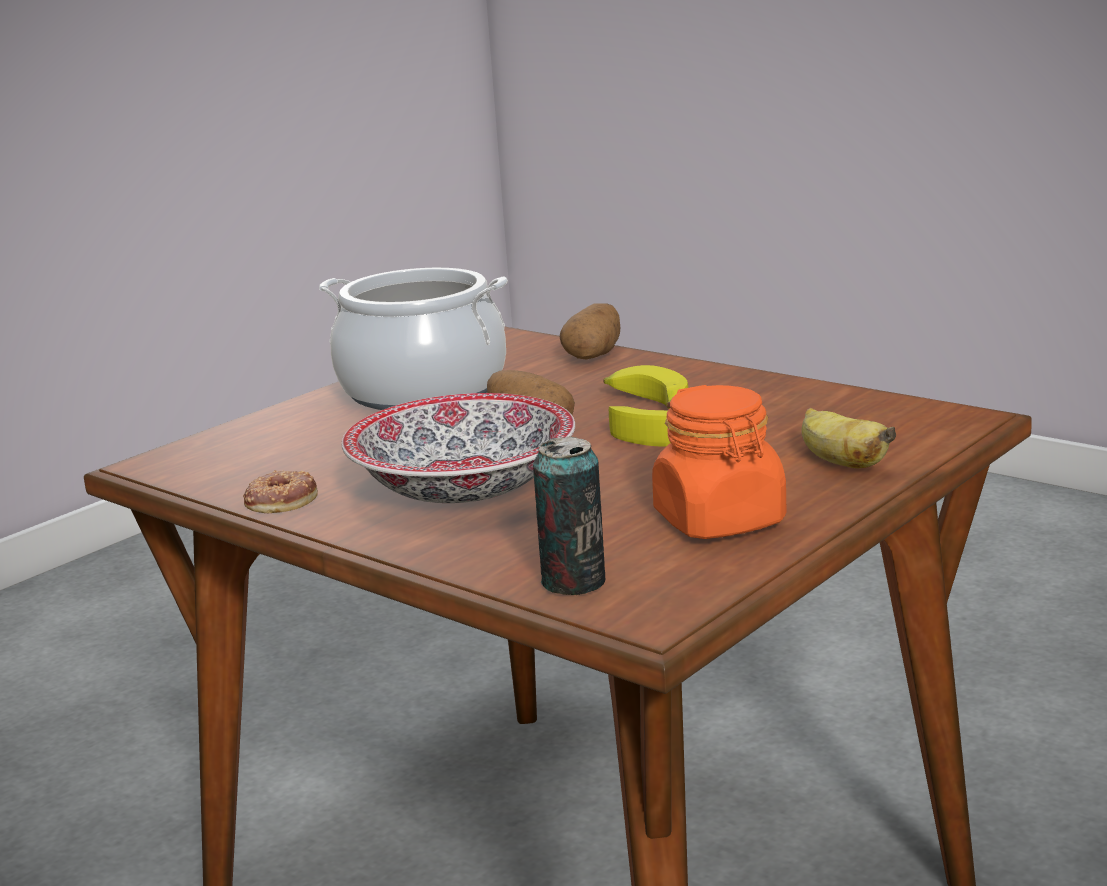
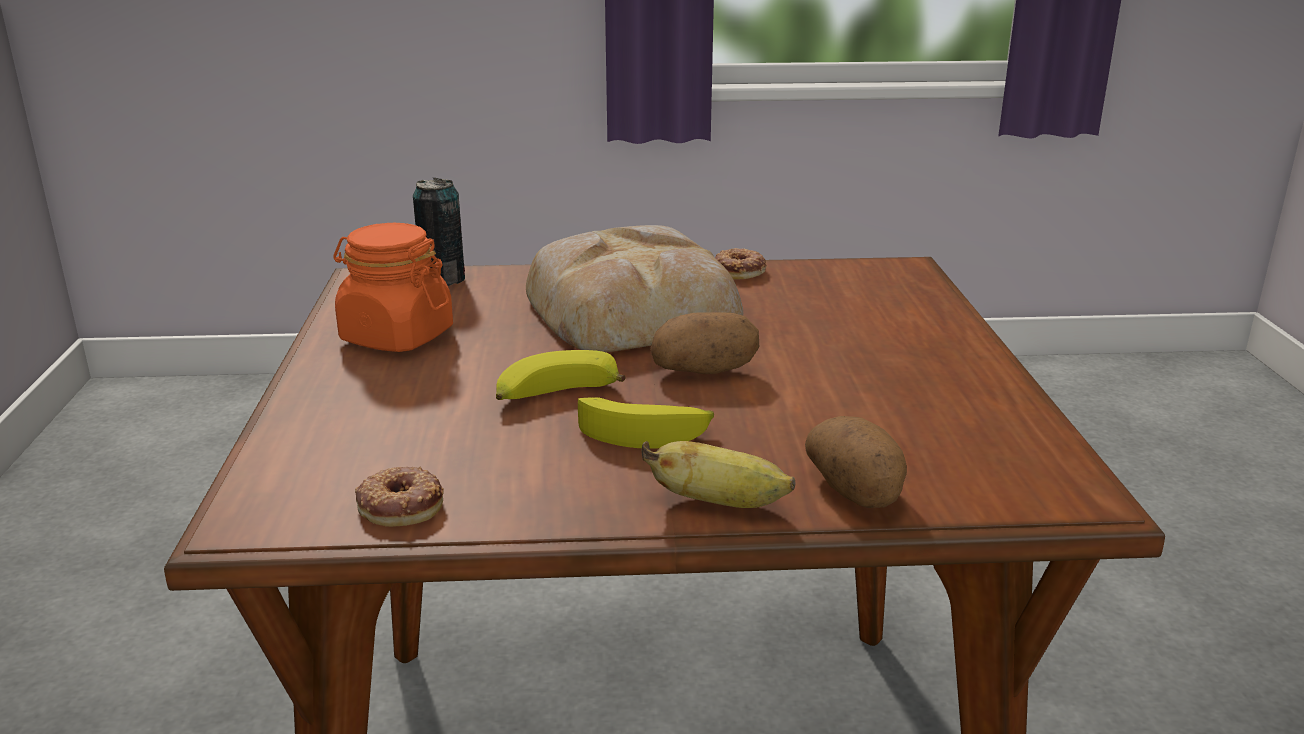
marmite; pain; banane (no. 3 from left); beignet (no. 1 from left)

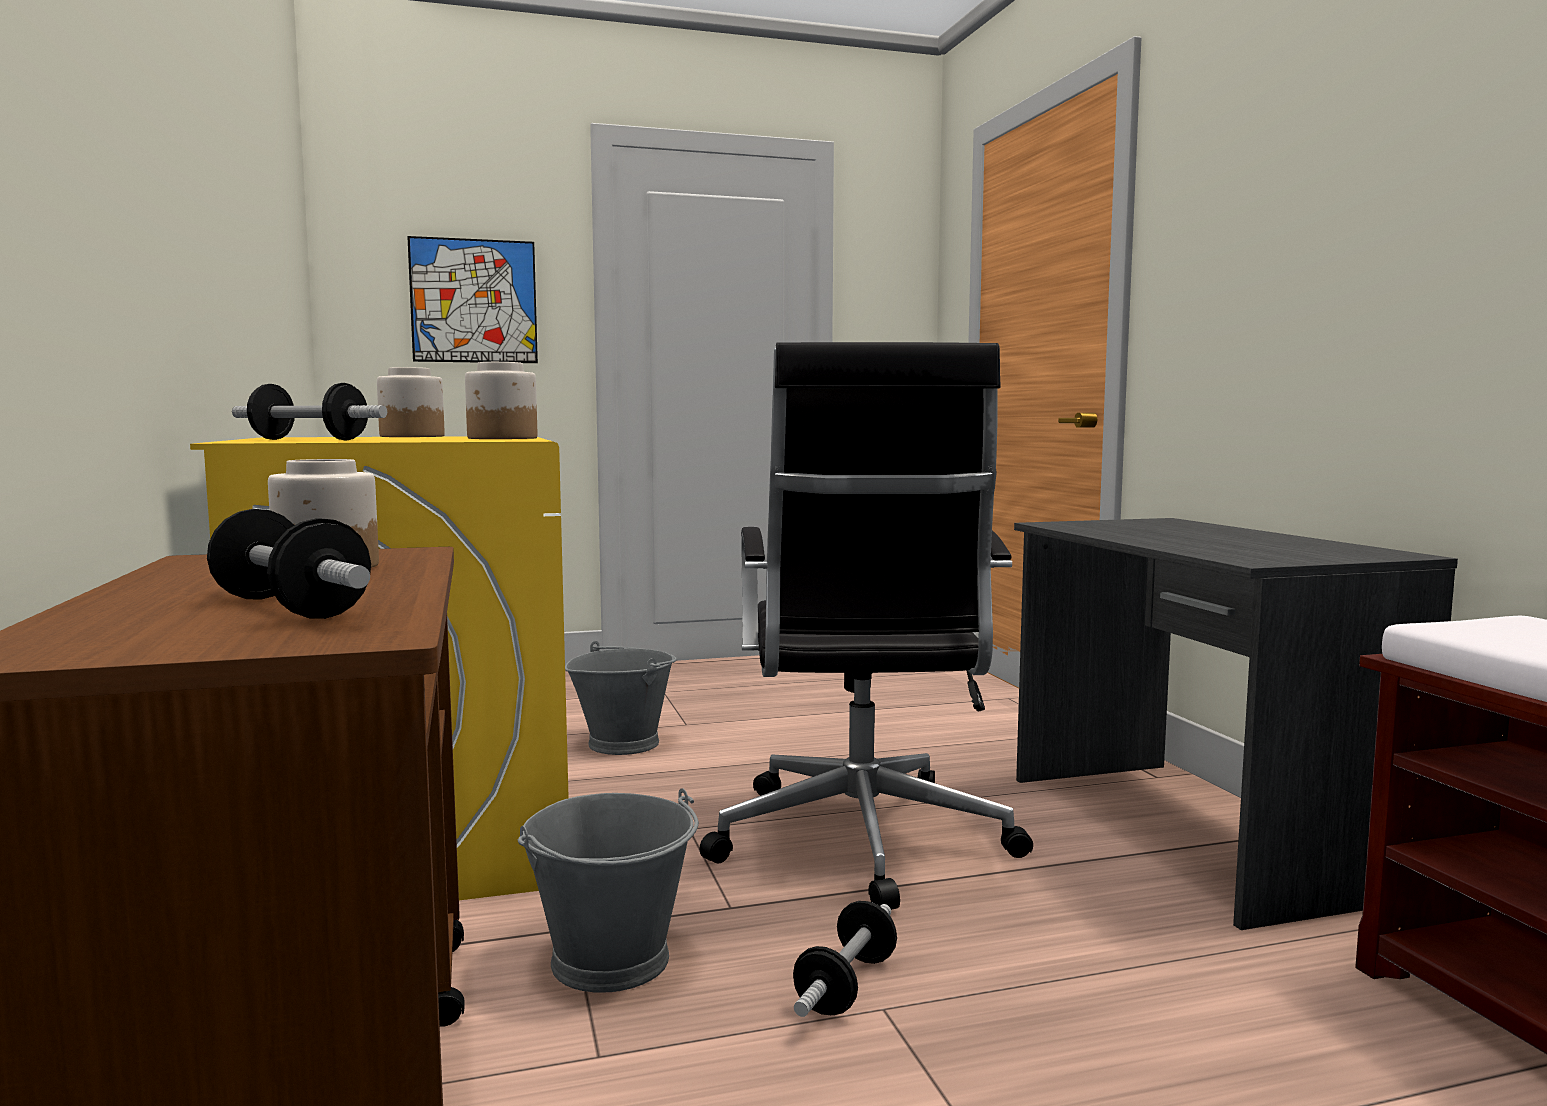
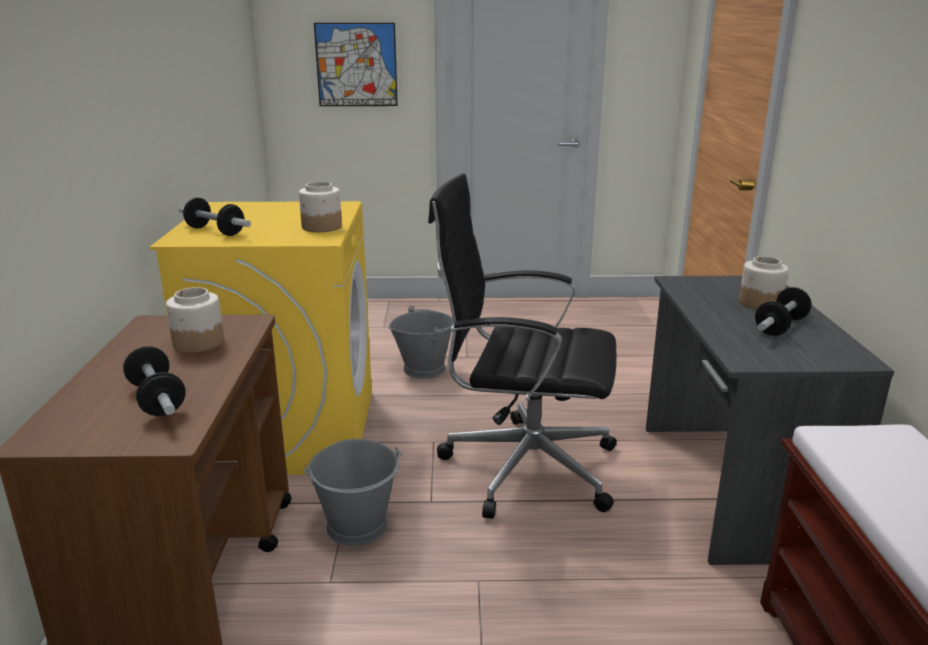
chaise de bureau (noir); bocal (no. 3 from left); haltère (no. 3 from left)

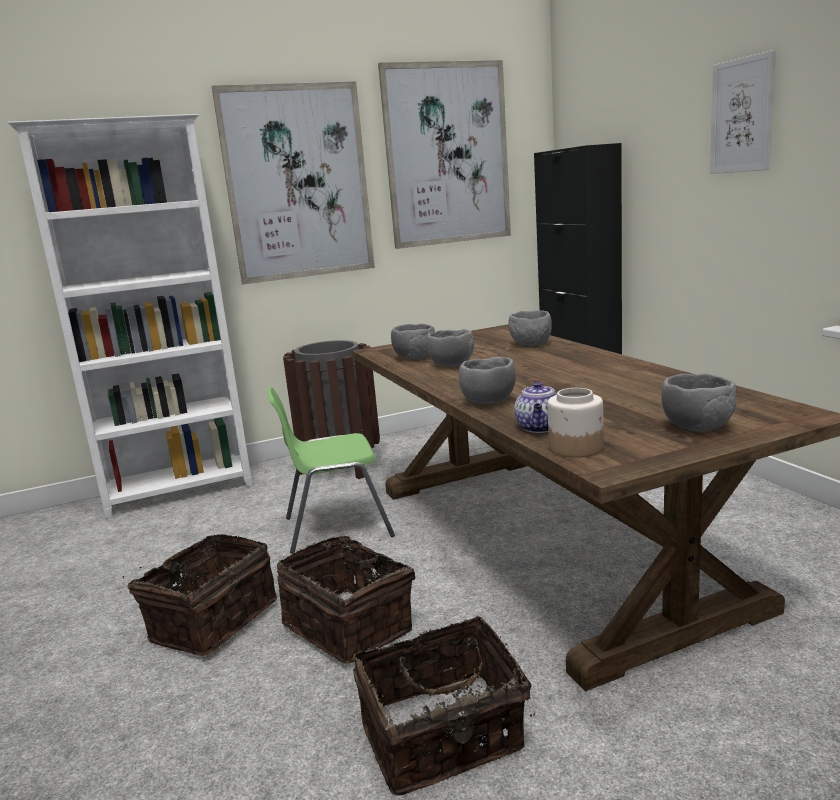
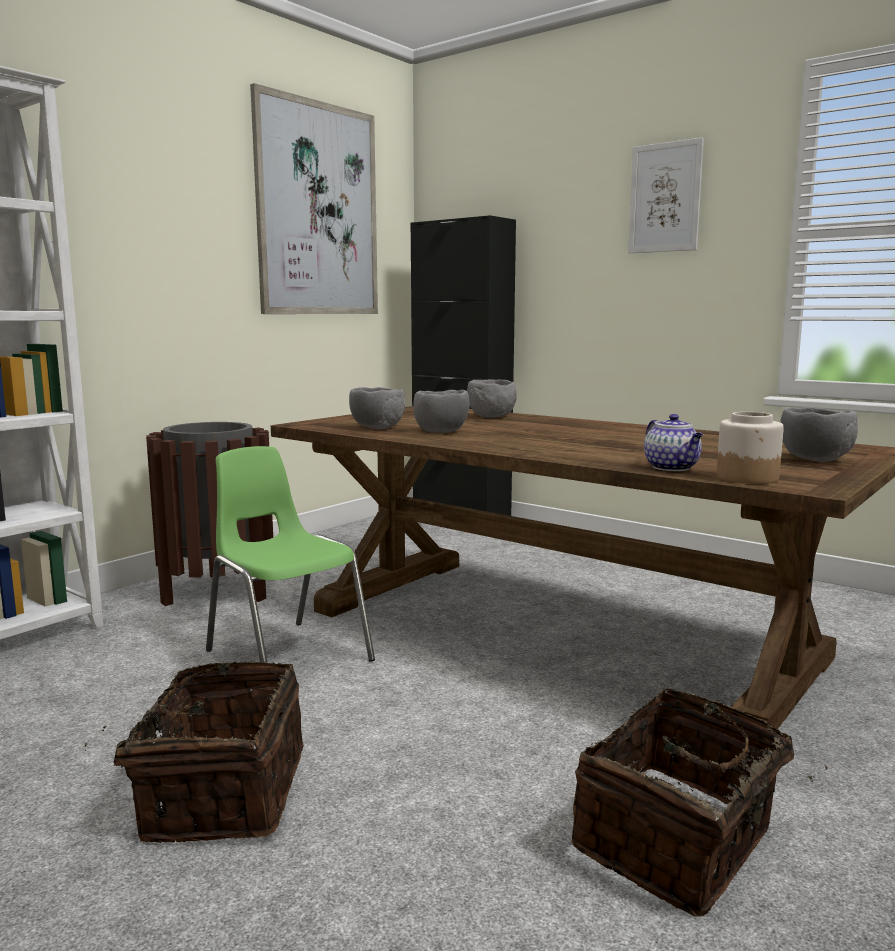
tableau (no. 1 from left in the first image); bol (gris) (no. 3 from left in the first image); chaise (vert); panier (no. 2 from left in the first image)

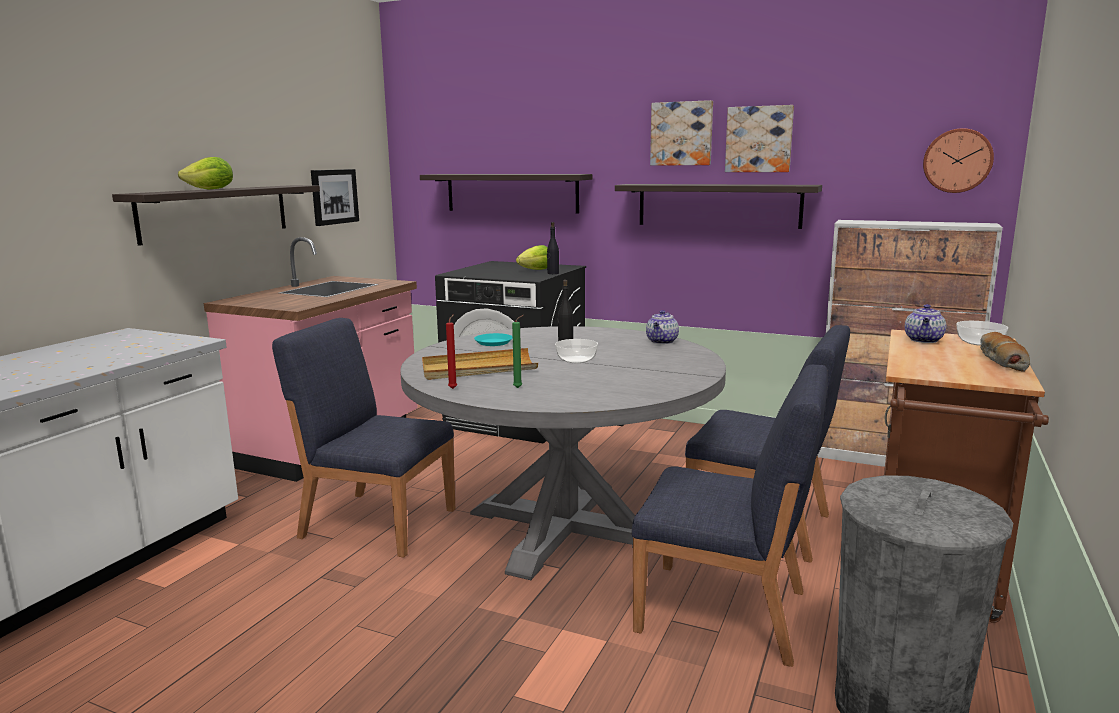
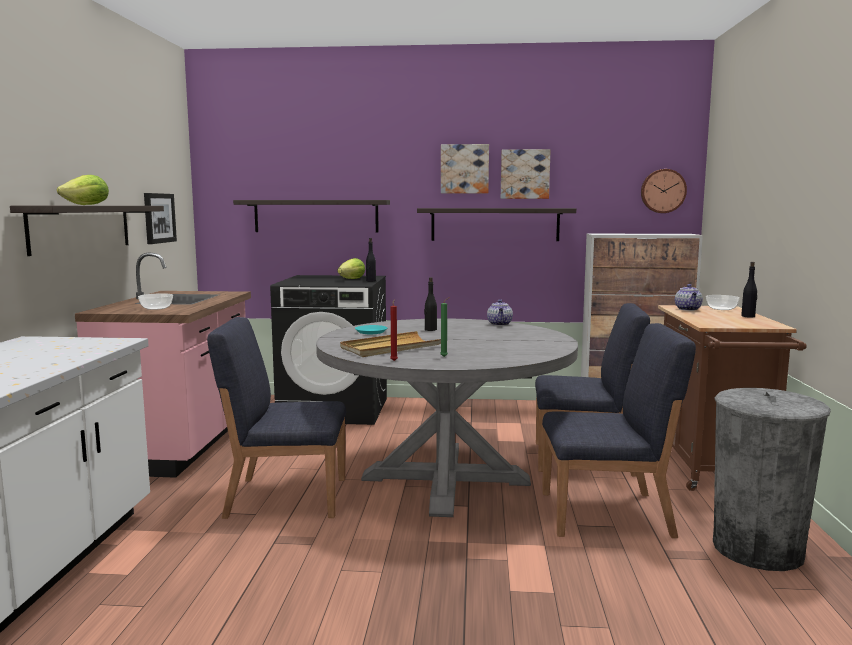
bouteille (noir) (no. 3 from left); bol (no. 1 from left)

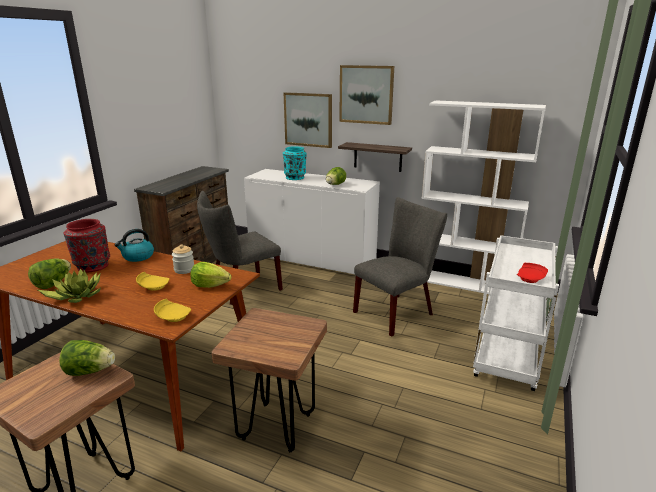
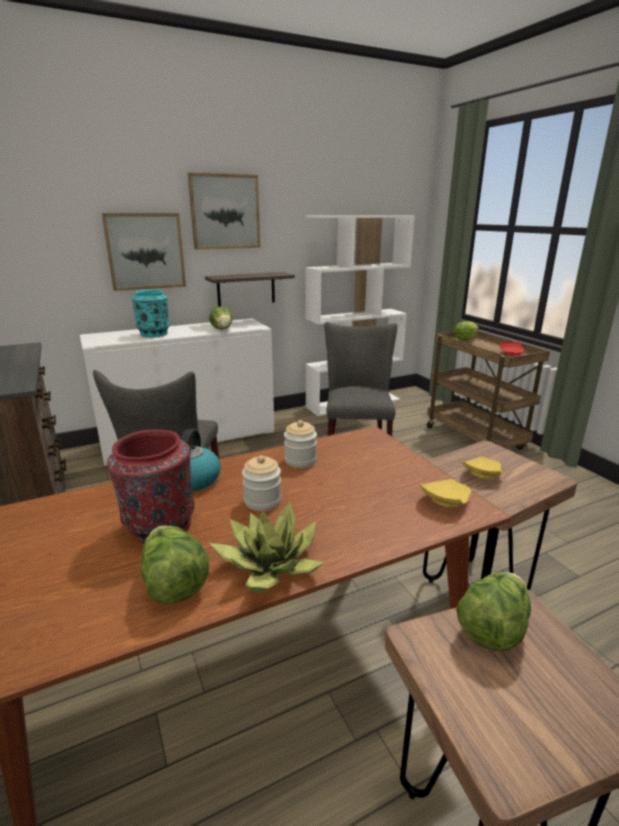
chariot (marron); laitue (no. 3 from left); assiette (jaune) (no. 2 from left); bocal (no. 1 from left)

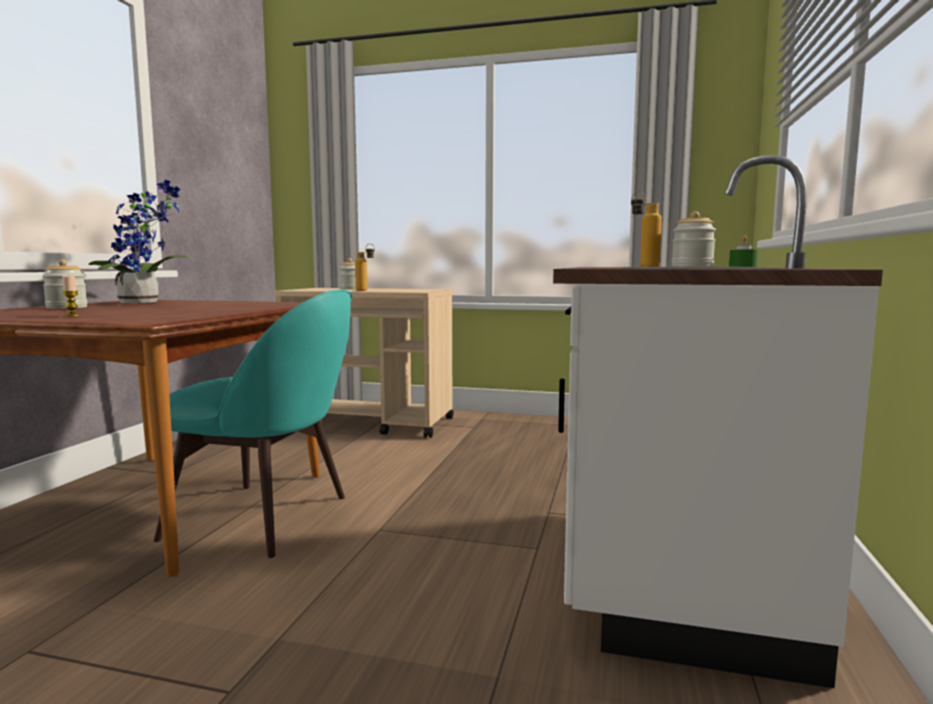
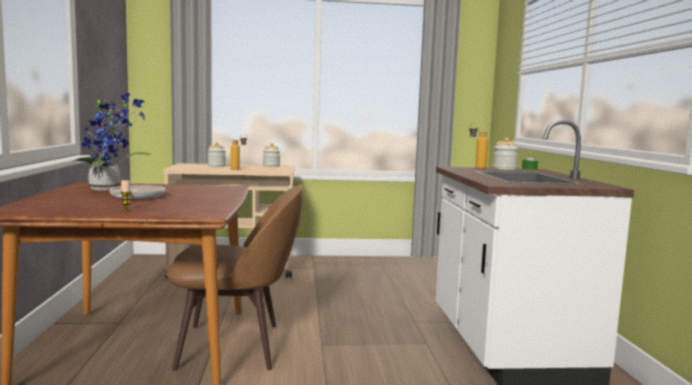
bocal (no. 2 from left); chaise (marron); poêle

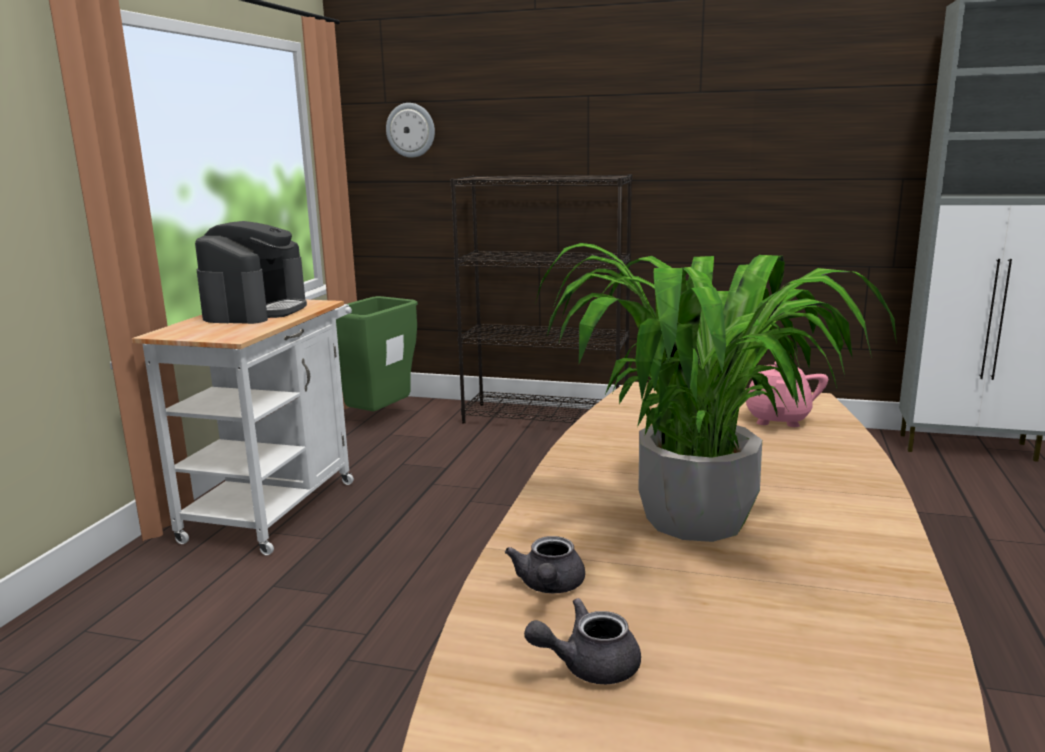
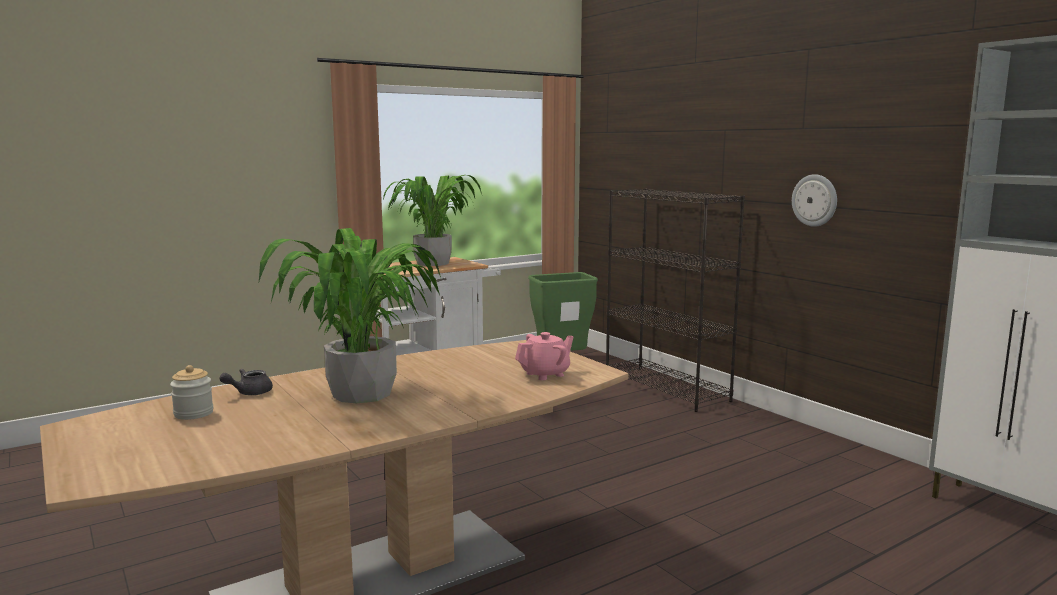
horloge murale; plante en pot (no. 2 from left); bocal

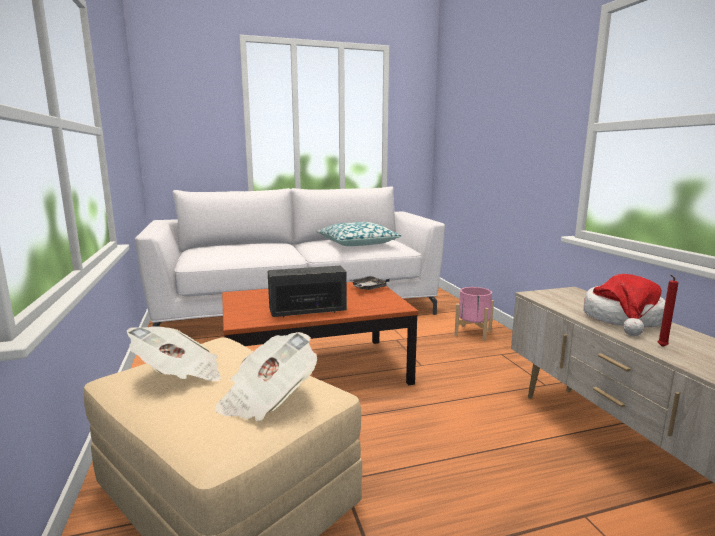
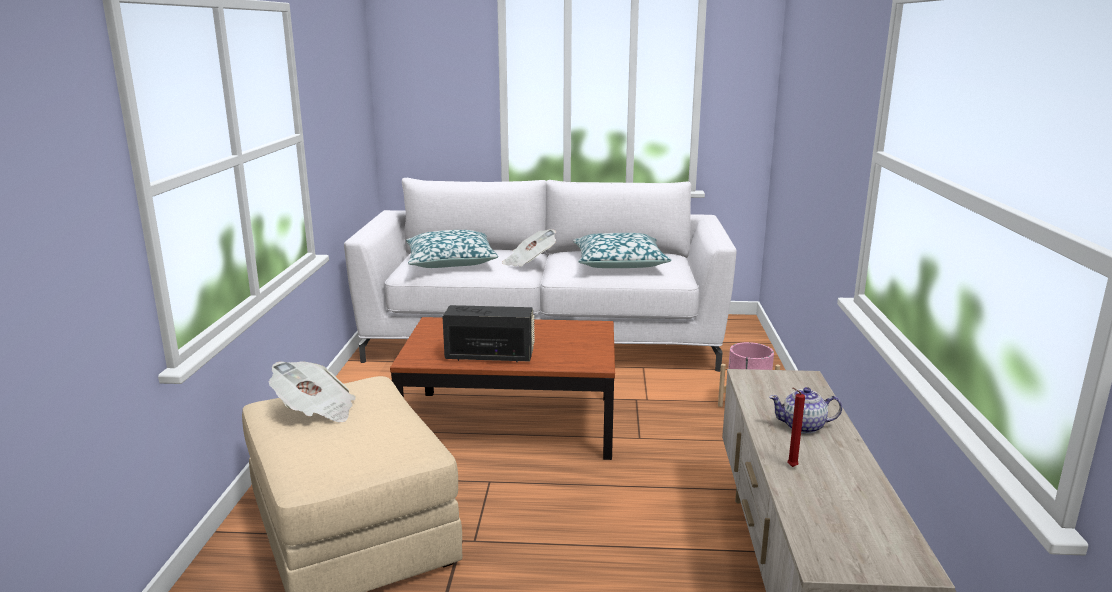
théière; plateau (gris); journal (no. 2 from left); coussin (no. 1 from left)

